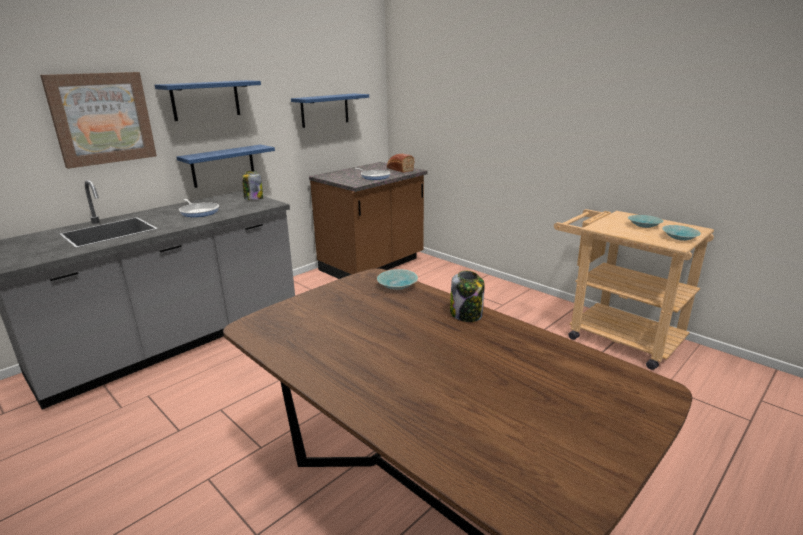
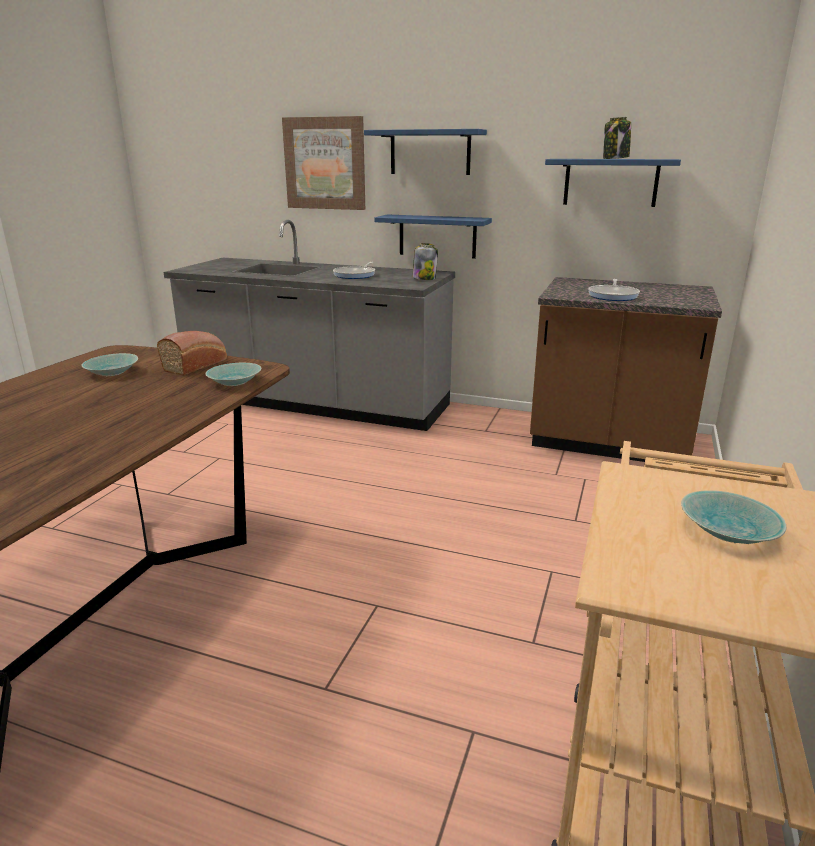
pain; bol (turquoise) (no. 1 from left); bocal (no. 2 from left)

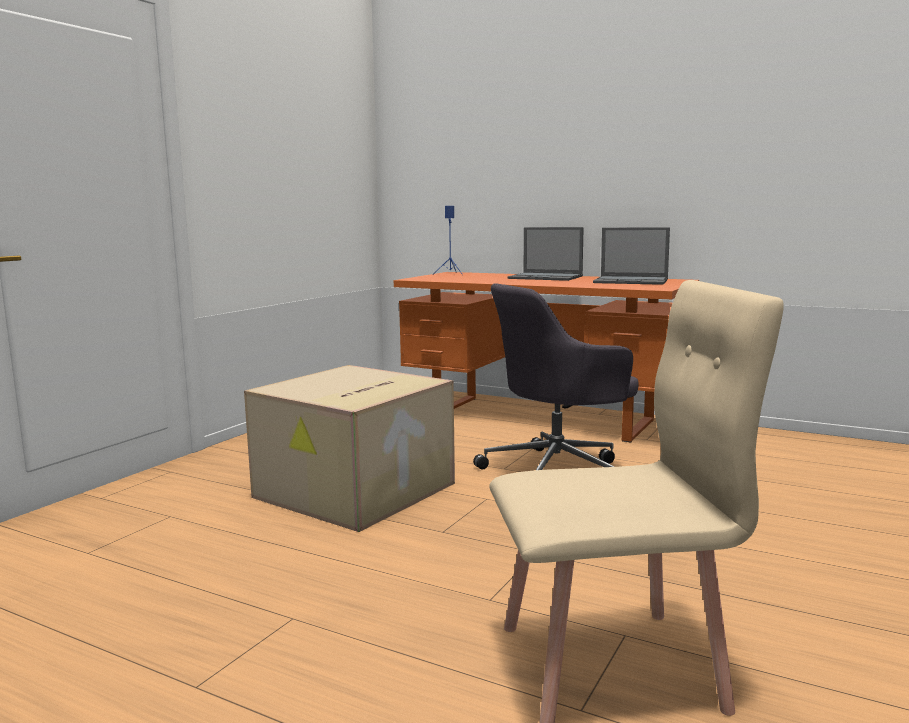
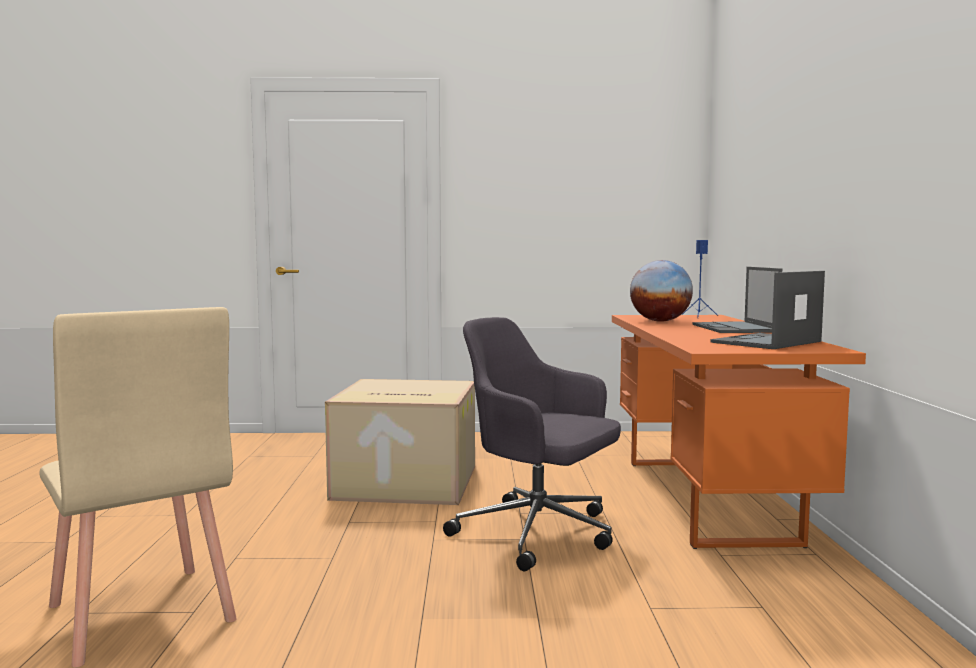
ordinateur portable (no. 2 from left); globe

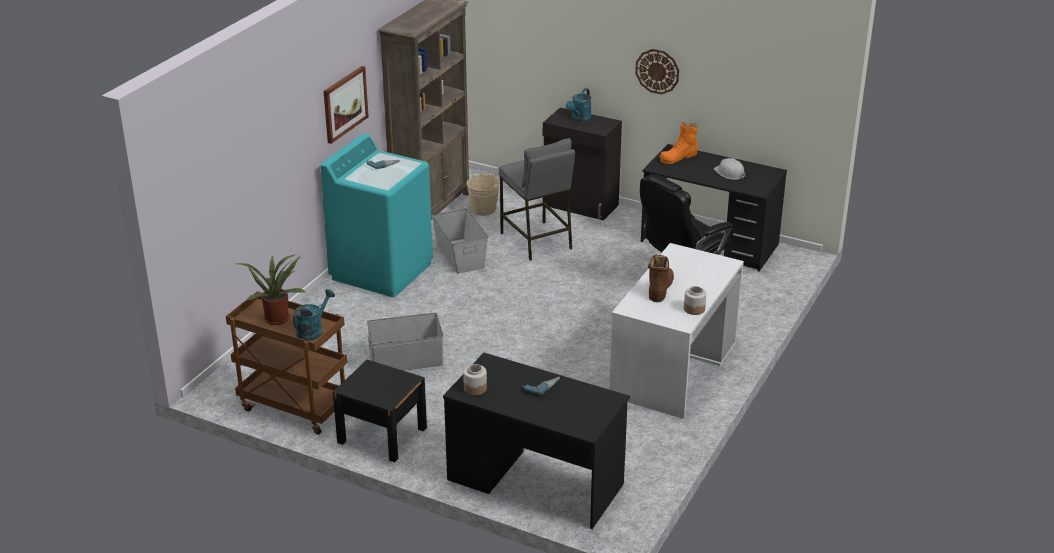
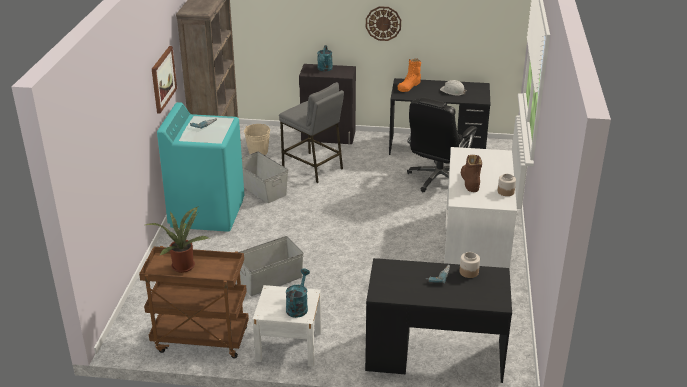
arrosoir (turquoise) (no. 1 from left); table de chevet (blanc); bocal (no. 1 from left)

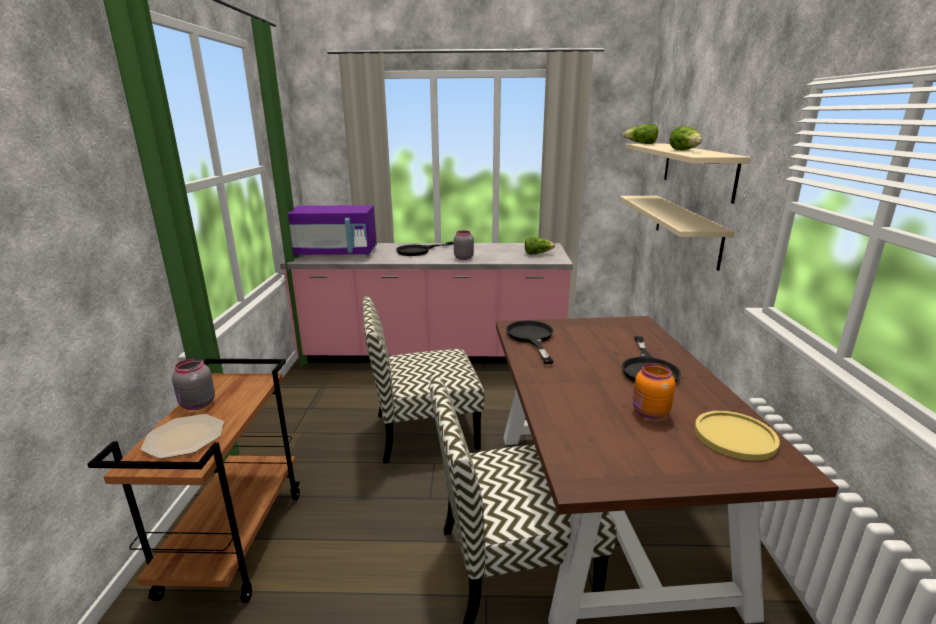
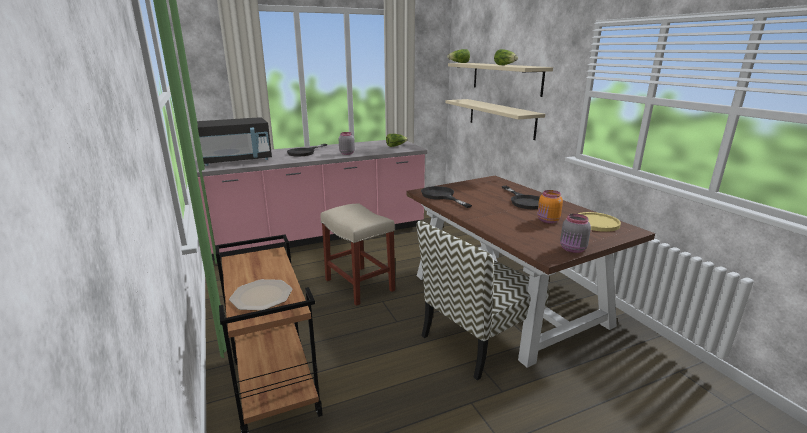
micro-ondes (noir); tabouret (beige); bocal (gris) (no. 2 from left)

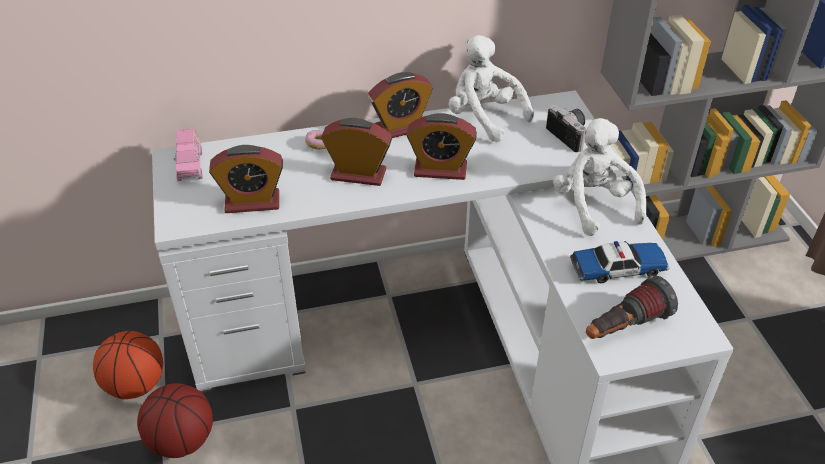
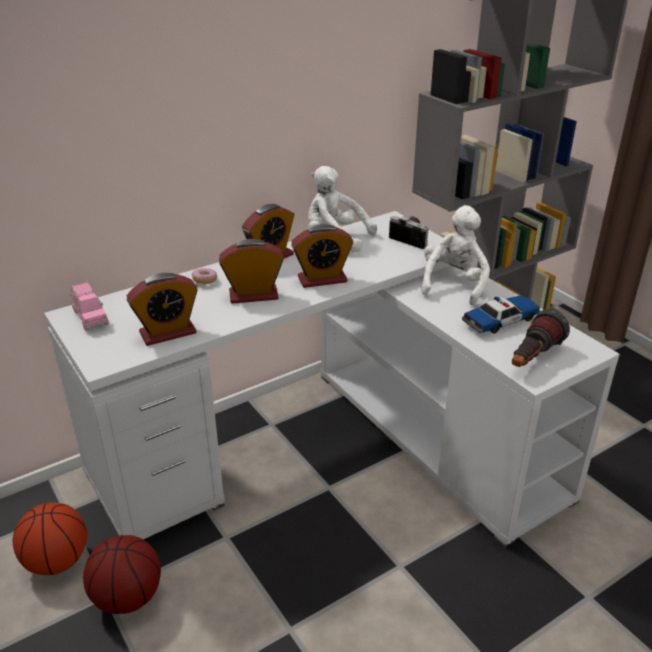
peluche (blanc) (no. 2 from left)

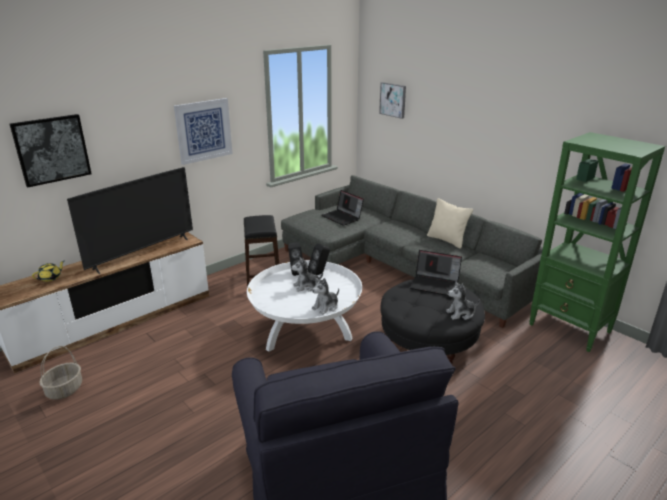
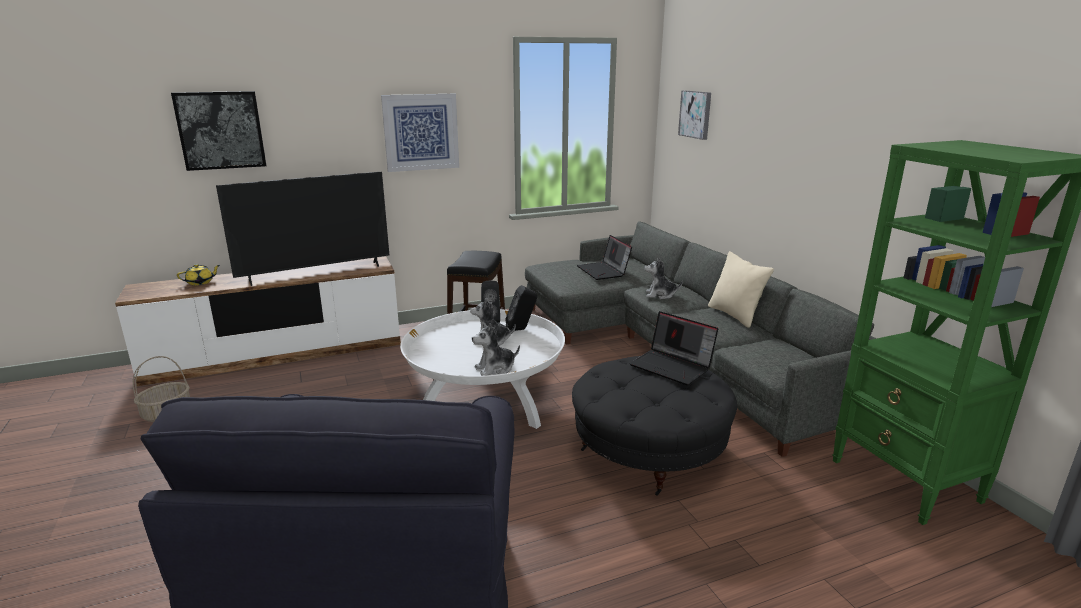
peluche (no. 3 from left)

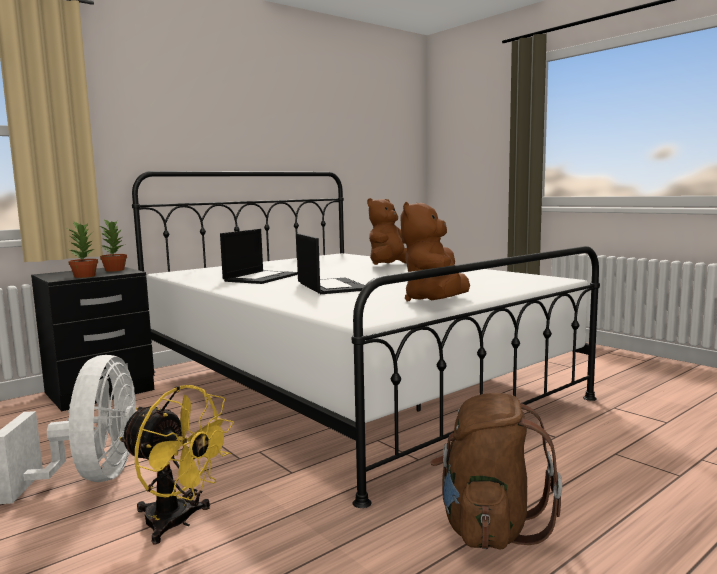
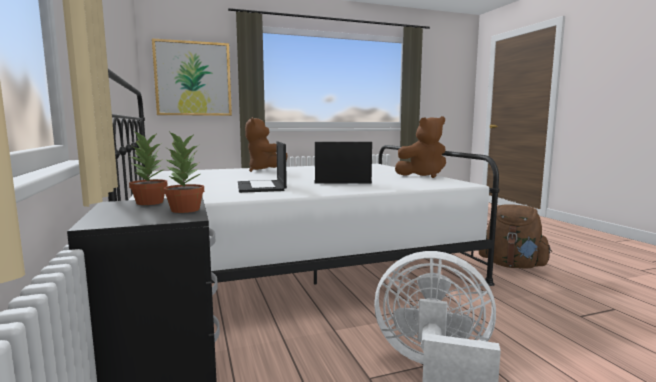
peluche (marron) (no. 2 from left); ordinateur portable (no. 1 from left); ventilateur (jaune); tableau

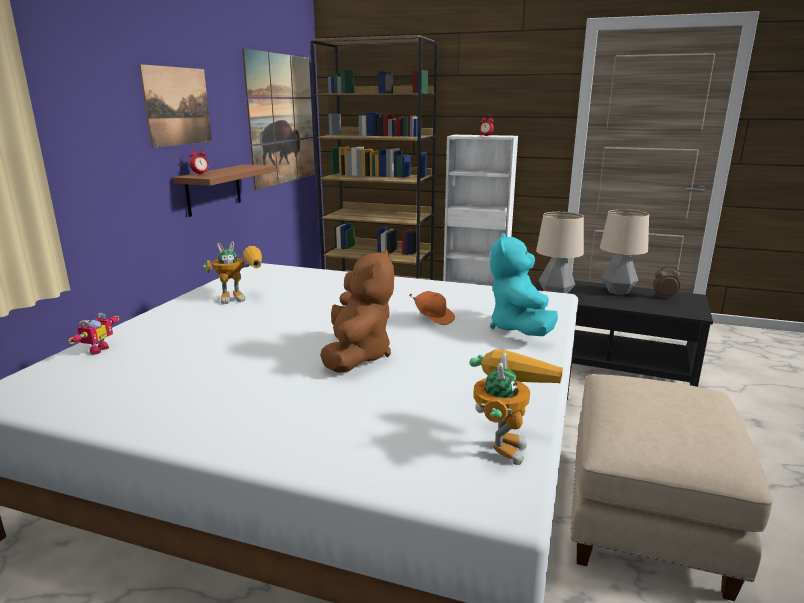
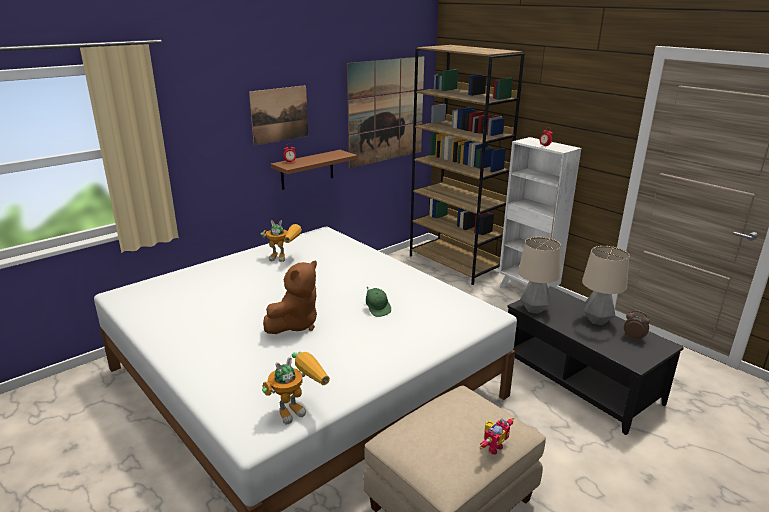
peluche (turquoise); casquette (vert); robot jouet (no. 3 from left)

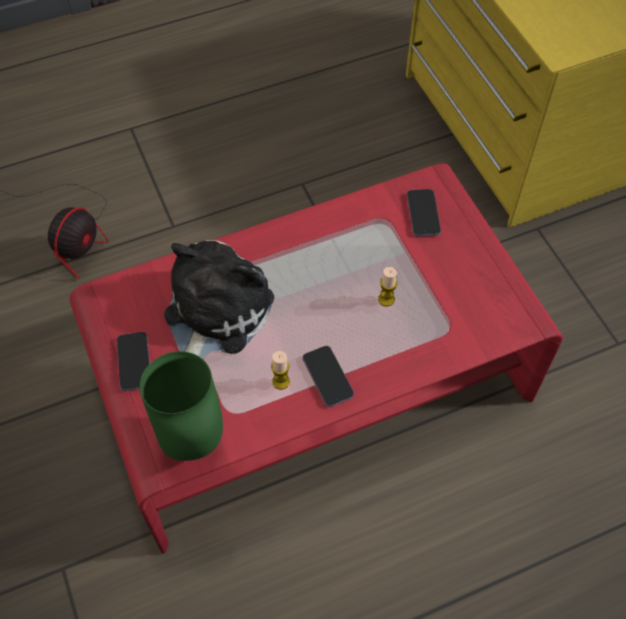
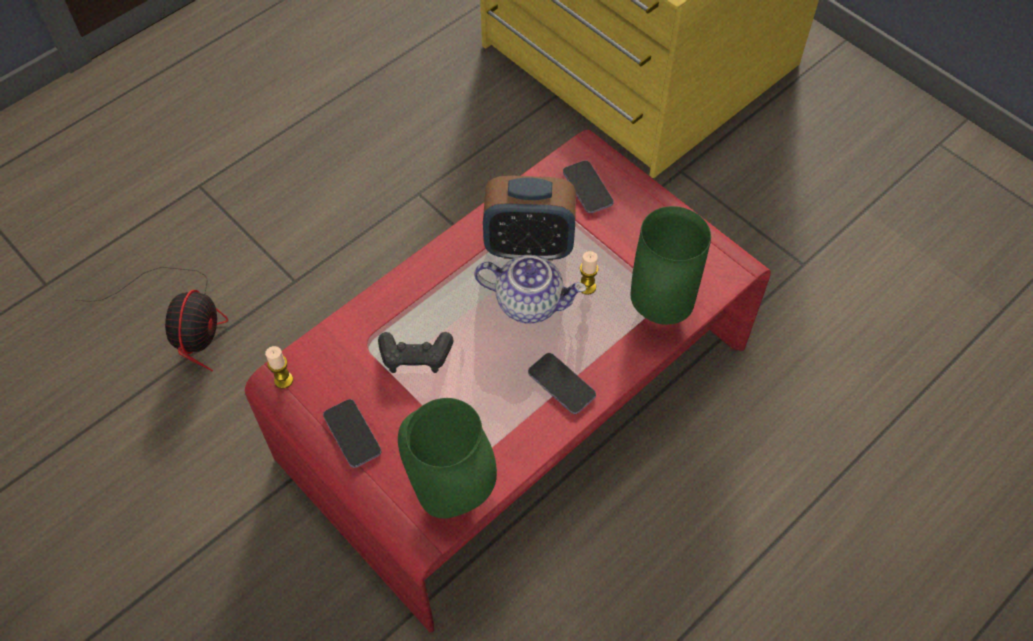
manette (noir); bougie (no. 1 from left); réveil; vase (vert) (no. 2 from left); théière

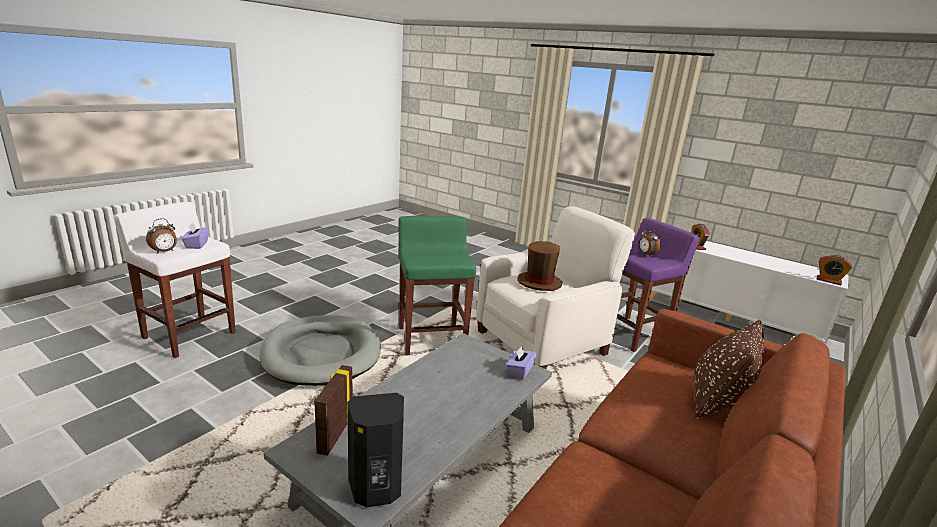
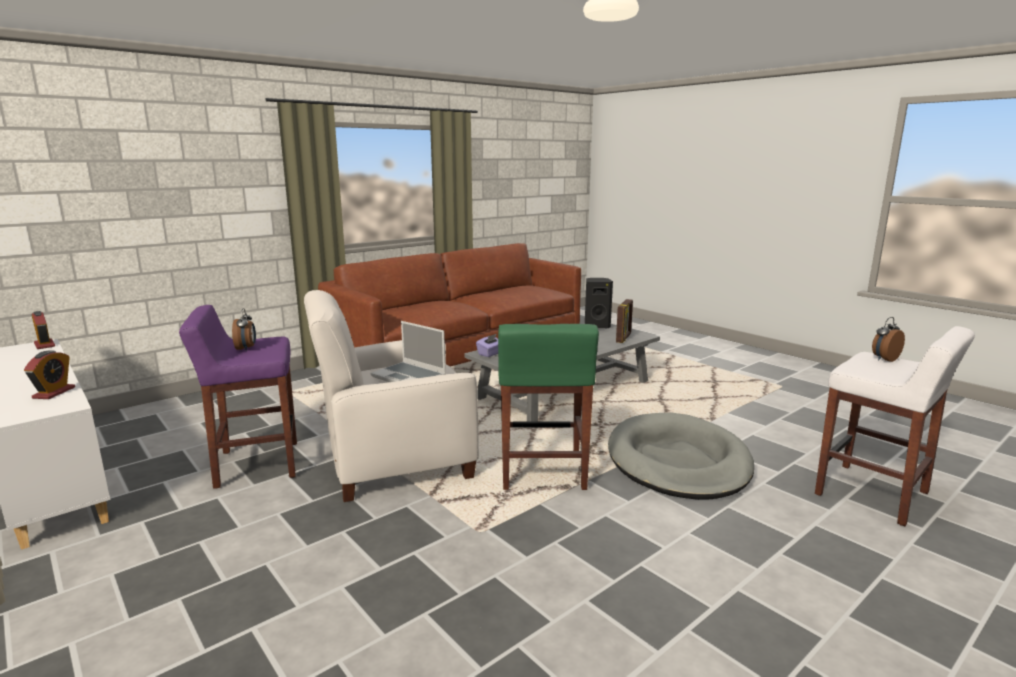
boîte à mouchoirs (violet) (no. 1 from left in the first image); ordinateur portable; coussin (marron)

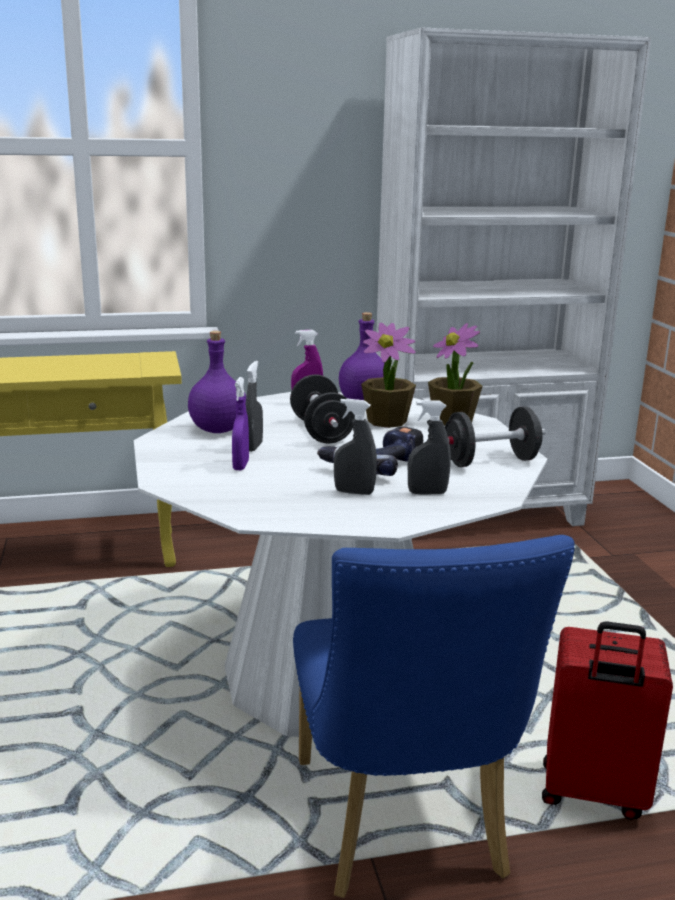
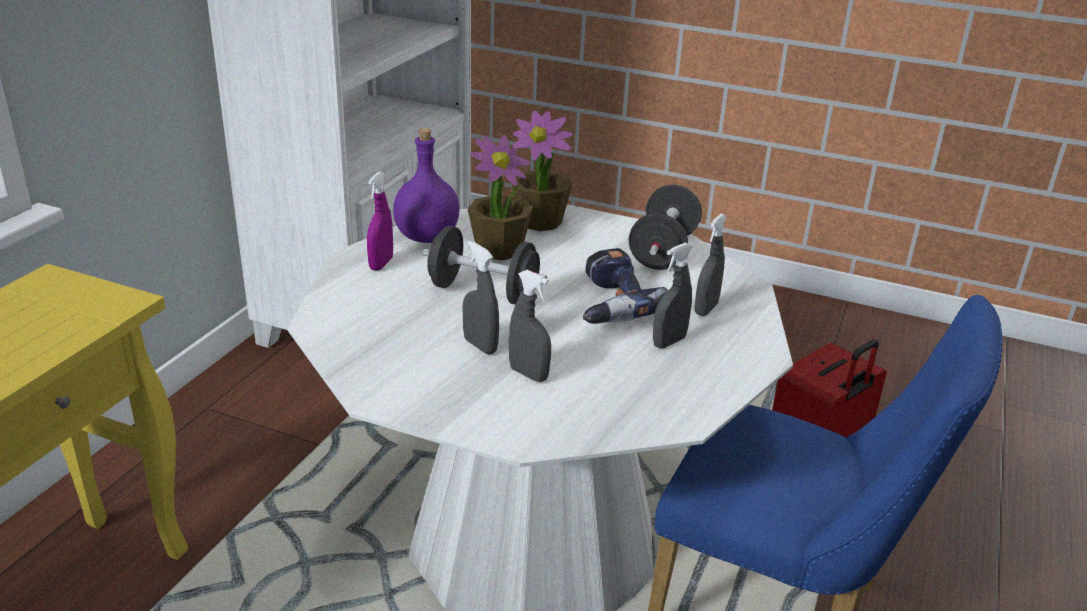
bouteille (violet) (no. 1 from left in the first image); vaporisateur (gris) (no. 2 from left)

